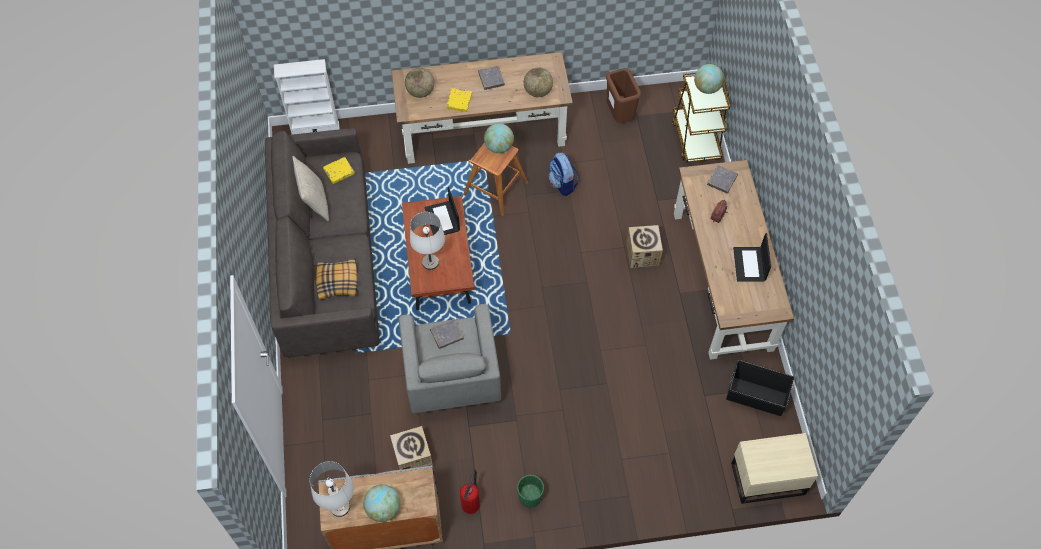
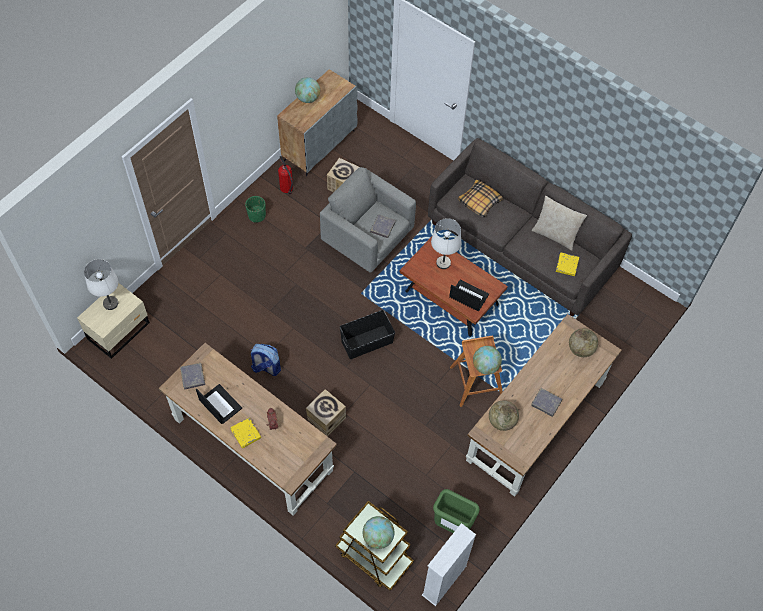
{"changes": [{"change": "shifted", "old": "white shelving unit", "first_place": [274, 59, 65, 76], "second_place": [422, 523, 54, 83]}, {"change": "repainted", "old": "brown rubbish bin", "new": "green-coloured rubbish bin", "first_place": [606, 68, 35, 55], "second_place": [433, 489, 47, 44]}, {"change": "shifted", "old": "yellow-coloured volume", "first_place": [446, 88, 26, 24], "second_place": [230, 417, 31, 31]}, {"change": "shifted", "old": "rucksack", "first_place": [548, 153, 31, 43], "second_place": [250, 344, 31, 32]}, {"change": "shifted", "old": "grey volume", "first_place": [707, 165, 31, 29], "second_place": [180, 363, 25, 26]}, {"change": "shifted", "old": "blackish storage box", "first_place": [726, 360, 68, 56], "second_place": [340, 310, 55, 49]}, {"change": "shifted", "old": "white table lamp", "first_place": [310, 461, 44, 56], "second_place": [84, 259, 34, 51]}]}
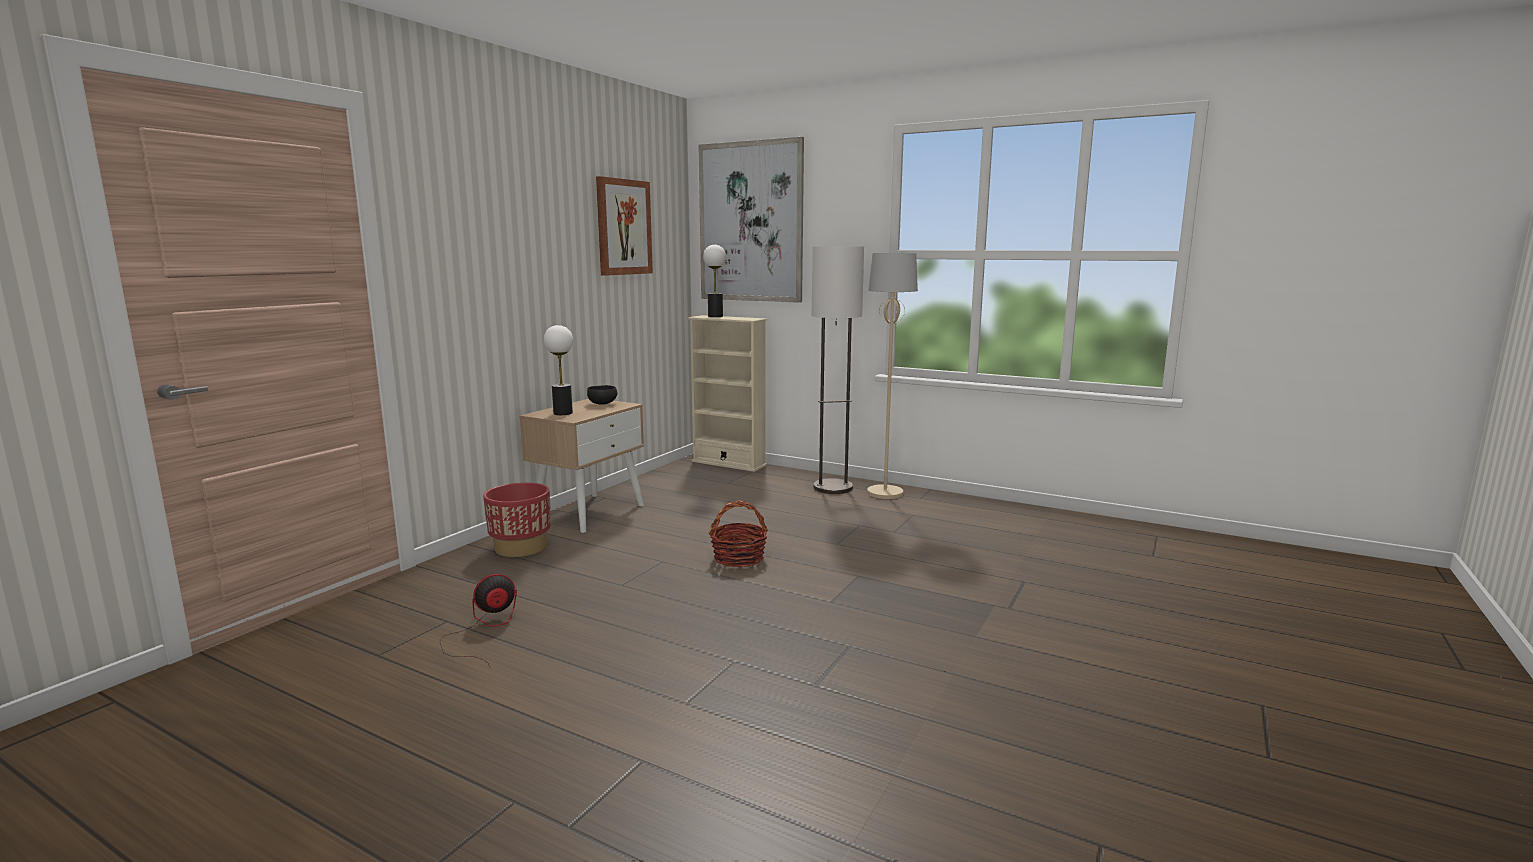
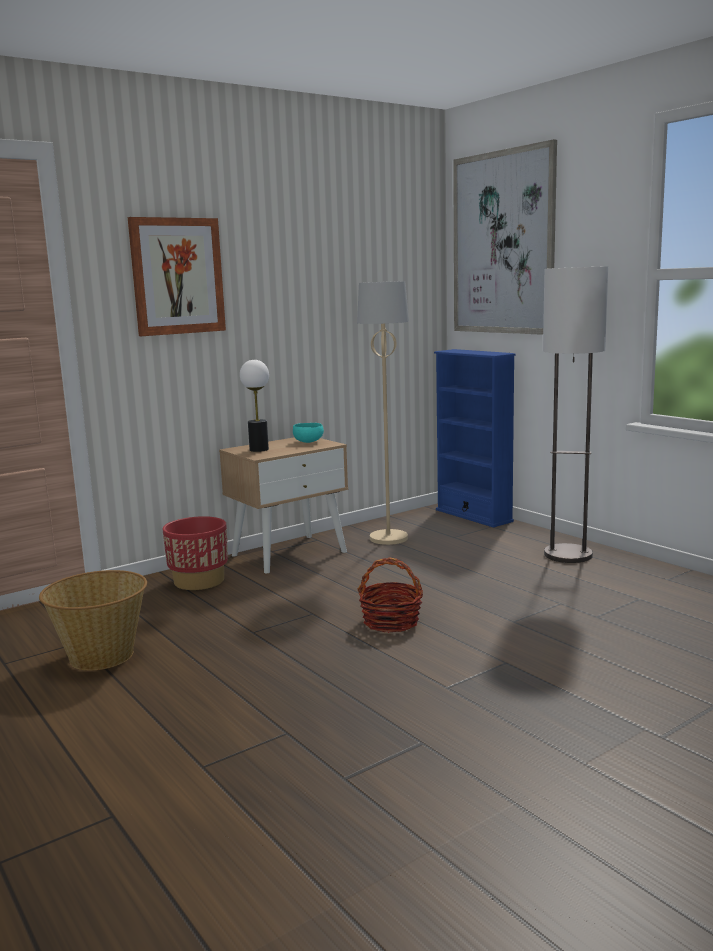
{"changes": [{"change": "shifted", "old": "picture", "first_place": [596, 176, 57, 100], "second_place": [128, 217, 98, 119]}, {"change": "gone", "old": "table lamp", "first_place": [703, 245, 23, 72]}, {"change": "shifted", "old": "sand-coloured floor lamp", "first_place": [867, 253, 51, 246], "second_place": [357, 281, 52, 264]}, {"change": "repainted", "old": "sand-coloured shelving unit", "new": "blue-coloured shelving unit", "first_place": [688, 315, 79, 157], "second_place": [434, 349, 82, 178]}, {"change": "repainted", "old": "blackish bowl", "new": "turquoise bowl", "first_place": [587, 385, 30, 20], "second_place": [293, 423, 31, 20]}, {"change": "swapped", "old": "cooling fan", "new": "household basket", "first_place": [440, 574, 77, 95], "second_place": [39, 570, 108, 101]}]}
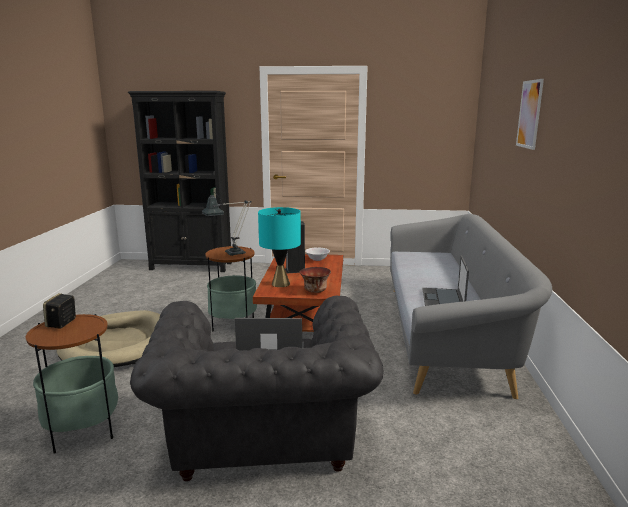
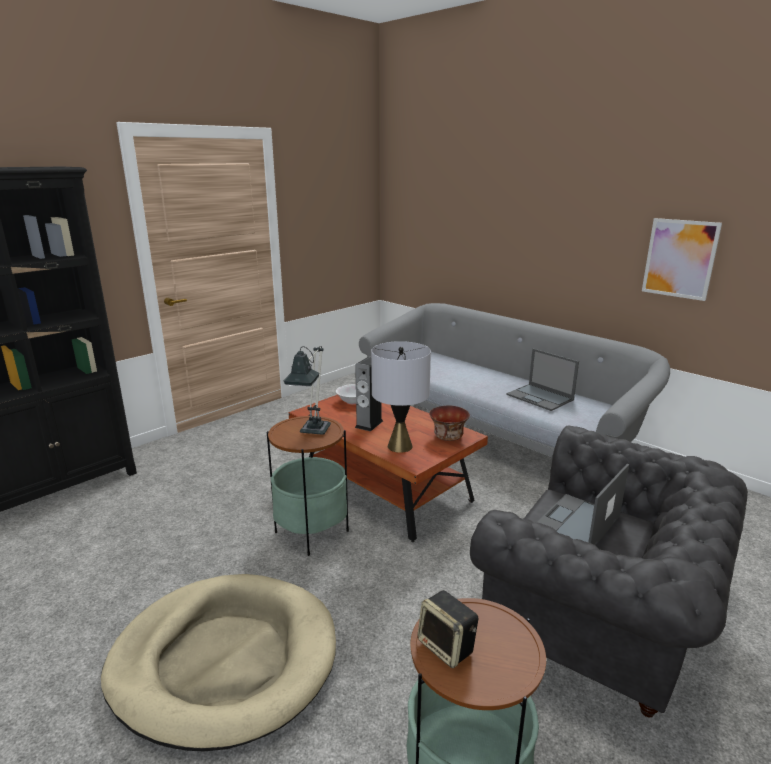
{"changes": [{"change": "shifted", "old": "picture", "first_place": [516, 79, 28, 71], "second_place": [642, 218, 80, 83]}, {"change": "repainted", "old": "turquoise table lamp", "new": "grey table lamp", "first_place": [258, 207, 43, 80], "second_place": [371, 341, 60, 112]}]}
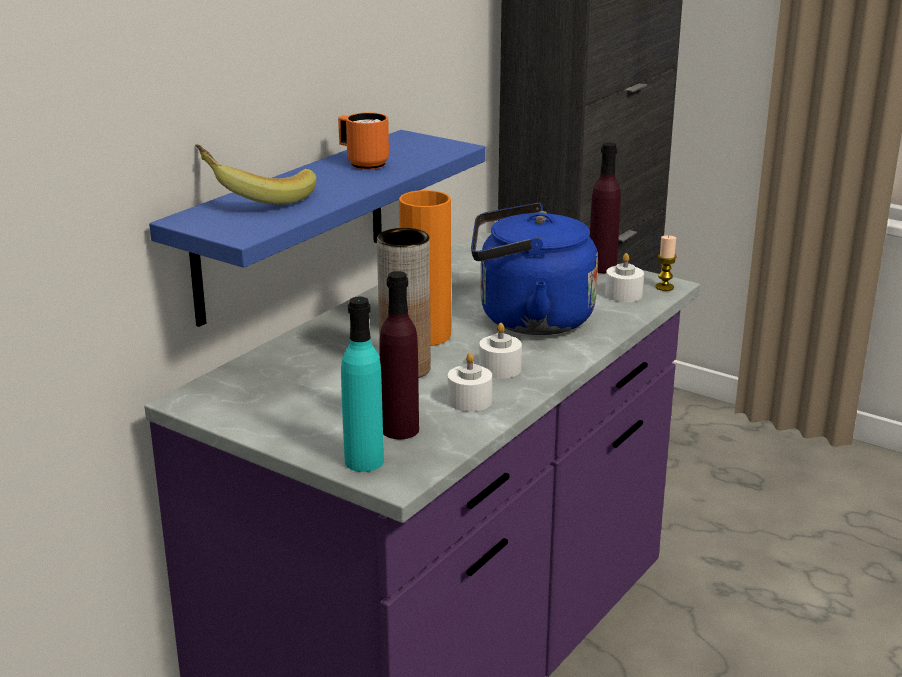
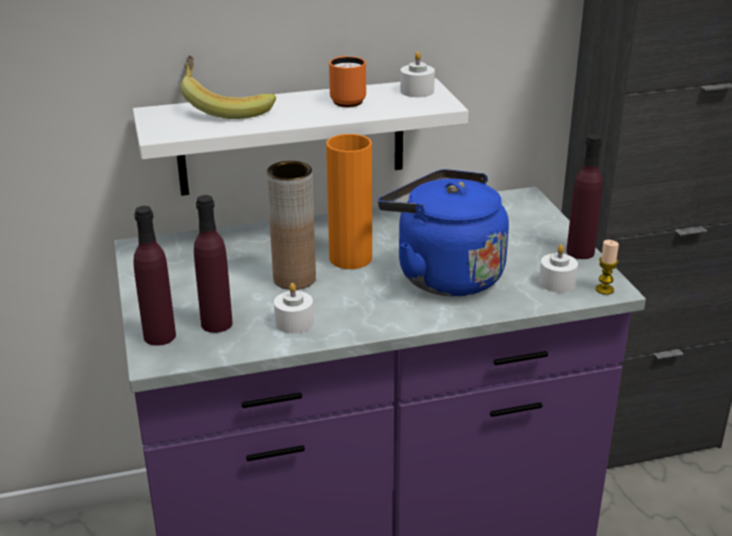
{"changes": [{"change": "repainted", "old": "blue-coloured shelf", "new": "white shelf", "first_place": [149, 130, 337, 197], "second_place": [133, 78, 335, 118]}, {"change": "repainted", "old": "turquoise beverage bottle", "new": "purple beverage bottle", "first_place": [341, 296, 43, 176], "second_place": [133, 206, 43, 140]}, {"change": "shifted", "old": "white candle", "first_place": [479, 323, 43, 56], "second_place": [400, 52, 35, 45]}]}
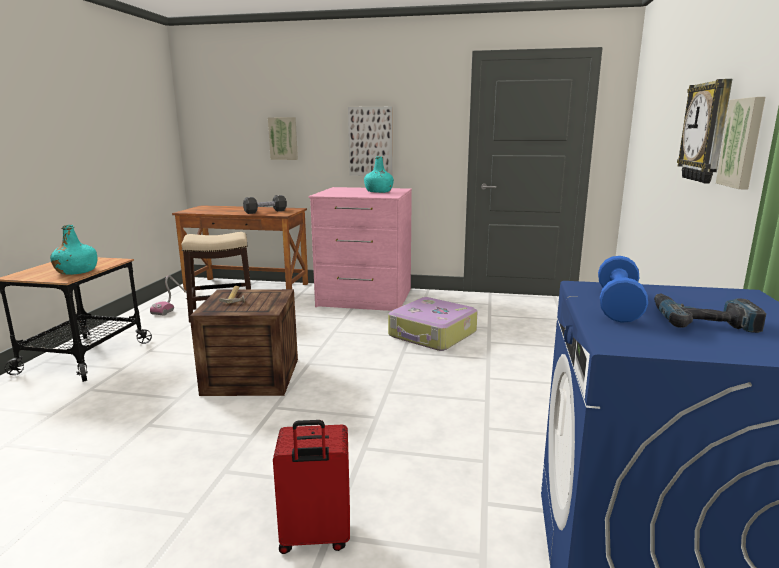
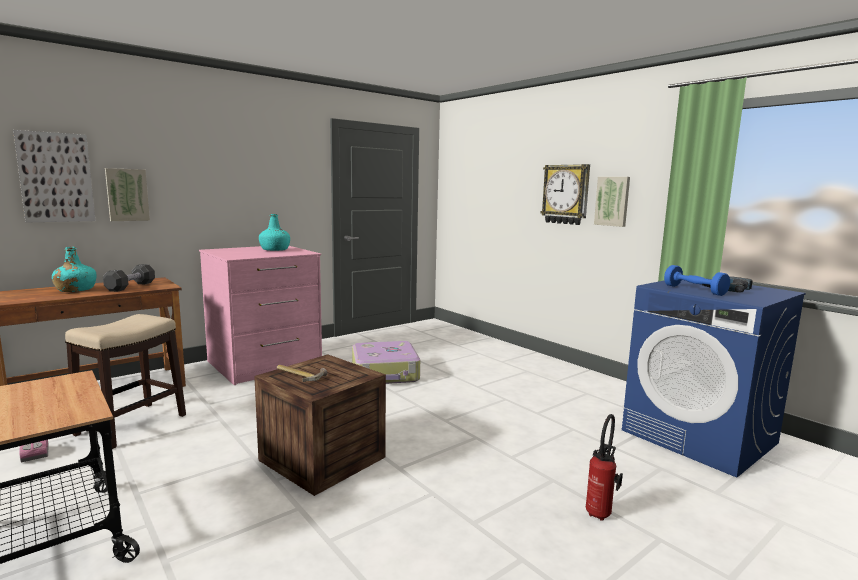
{"changes": [{"change": "shifted", "old": "picture", "first_place": [348, 107, 45, 69], "second_place": [13, 130, 82, 93]}, {"change": "shifted", "old": "turquoise beverage bottle", "first_place": [50, 225, 47, 50], "second_place": [51, 247, 45, 45]}, {"change": "swapped", "old": "reddish piece of luggage", "new": "fire extinguisher", "first_place": [273, 420, 77, 134], "second_place": [586, 414, 37, 107]}]}
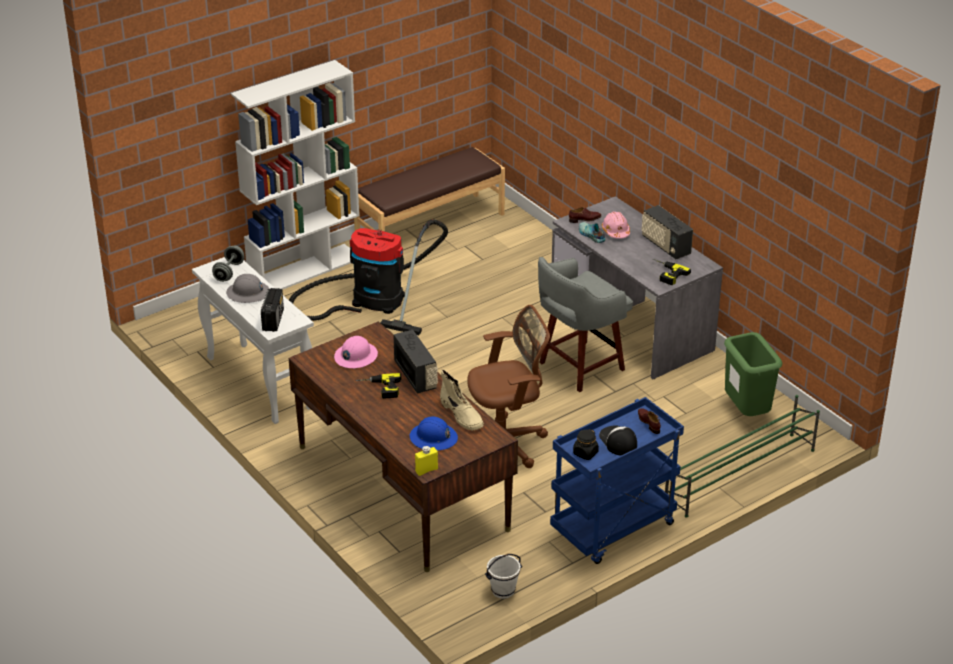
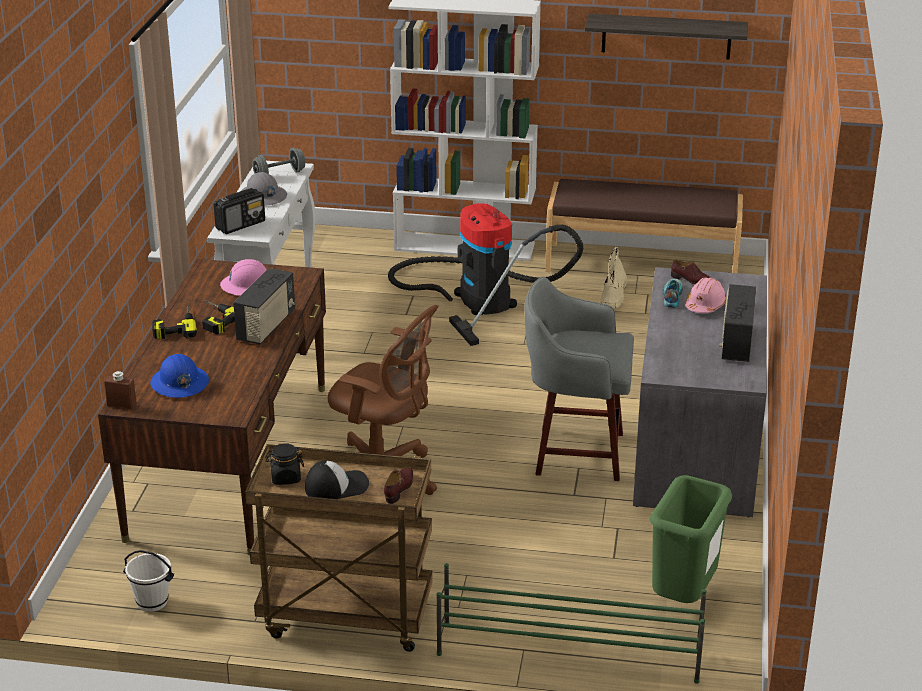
{"changes": [{"change": "shifted", "old": "electric drill", "first_place": [653, 259, 38, 26], "second_place": [152, 306, 45, 34]}, {"change": "shifted", "old": "sand-coloured boot", "first_place": [440, 369, 44, 62], "second_place": [600, 247, 27, 62]}, {"change": "repainted", "old": "blue-coloured trolley", "new": "brown trolley", "first_place": [550, 397, 134, 167], "second_place": [245, 444, 188, 208]}, {"change": "rotated", "old": "baseball cap", "first_place": [599, 425, 38, 30], "second_place": [305, 461, 64, 38], "degrees": 45}, {"change": "repainted", "old": "yellow-coloured beverage bottle", "new": "brown beverage bottle", "first_place": [415, 446, 23, 30], "second_place": [104, 371, 33, 39]}, {"change": "new", "new": "shelf", "second_place": [585, 14, 163, 46]}]}
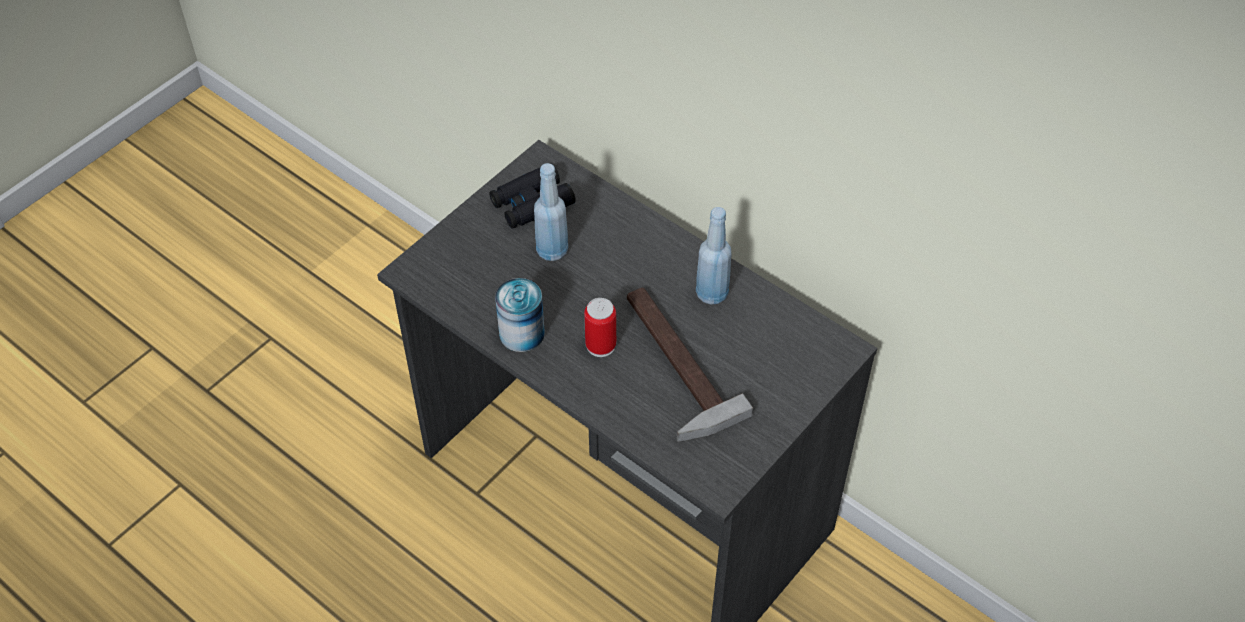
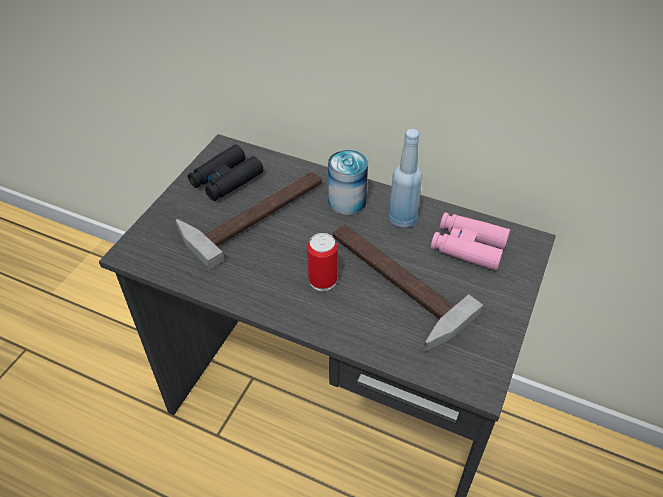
{"changes": [{"change": "swapped", "old": "blue-coloured beverage bottle", "new": "hammer", "first_place": [534, 163, 34, 98], "second_place": [175, 172, 147, 98]}, {"change": "shifted", "old": "can", "first_place": [495, 278, 50, 74], "second_place": [328, 150, 40, 65]}, {"change": "new", "new": "pink pair of binoculars", "second_place": [431, 212, 79, 58]}]}
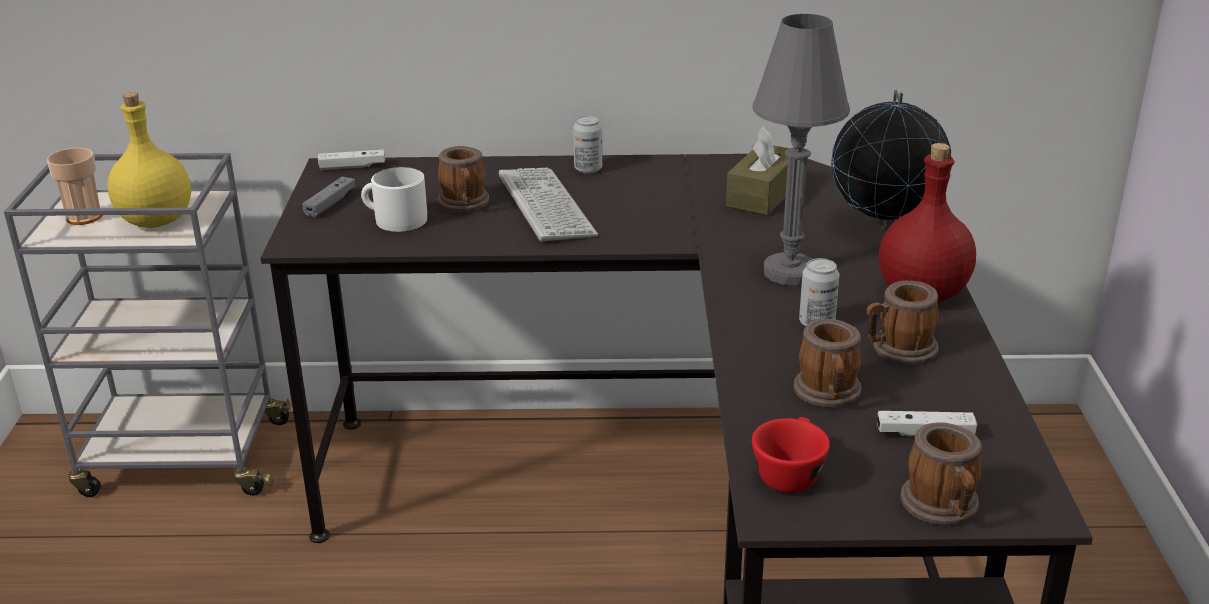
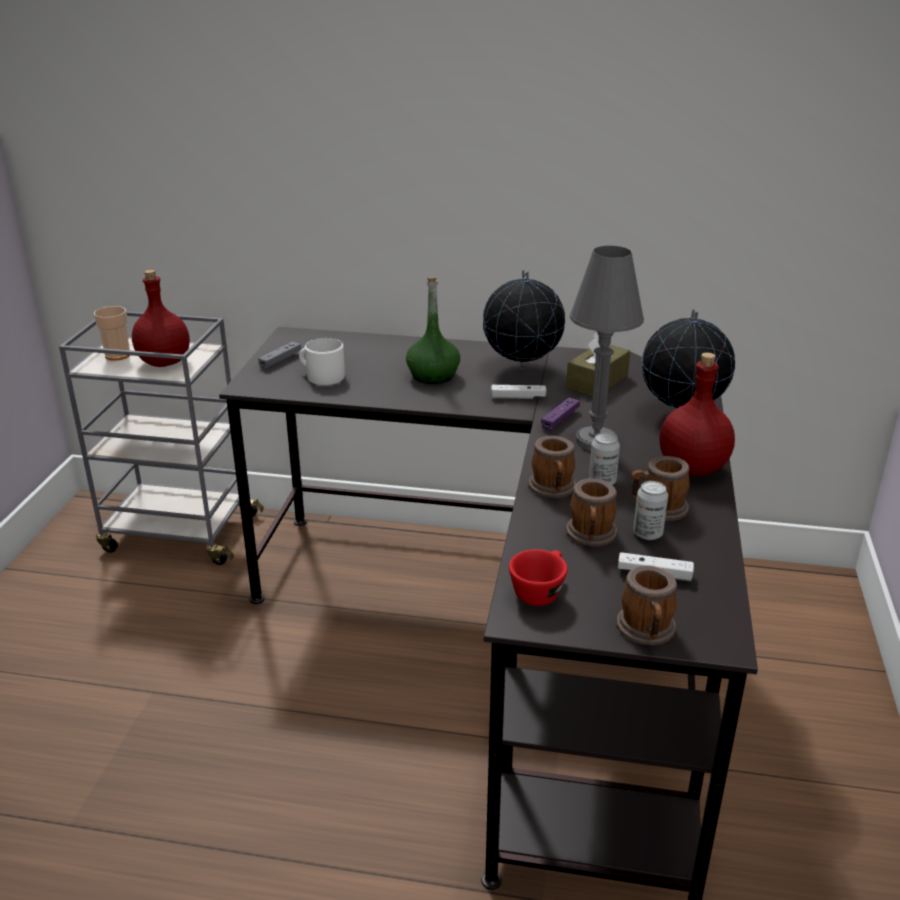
{"changes": [{"change": "repainted", "old": "yellow-coloured beverage bottle", "new": "reddish beverage bottle", "first_place": [107, 92, 84, 136], "second_place": [132, 270, 58, 97]}, {"change": "shifted", "old": "can", "first_place": [573, 116, 30, 58], "second_place": [633, 481, 35, 59]}, {"change": "shifted", "old": "tea mug", "first_place": [438, 146, 51, 66], "second_place": [528, 436, 48, 62]}, {"change": "shifted", "old": "white gamepad", "first_place": [318, 150, 67, 20], "second_place": [492, 385, 54, 14]}, {"change": "swapped", "old": "keyboard", "new": "green-coloured beverage bottle", "first_place": [499, 168, 99, 73], "second_place": [406, 277, 54, 107]}, {"change": "new", "new": "world globe", "second_place": [482, 270, 83, 100]}, {"change": "new", "new": "purple gamepad", "second_place": [541, 398, 39, 33]}]}
